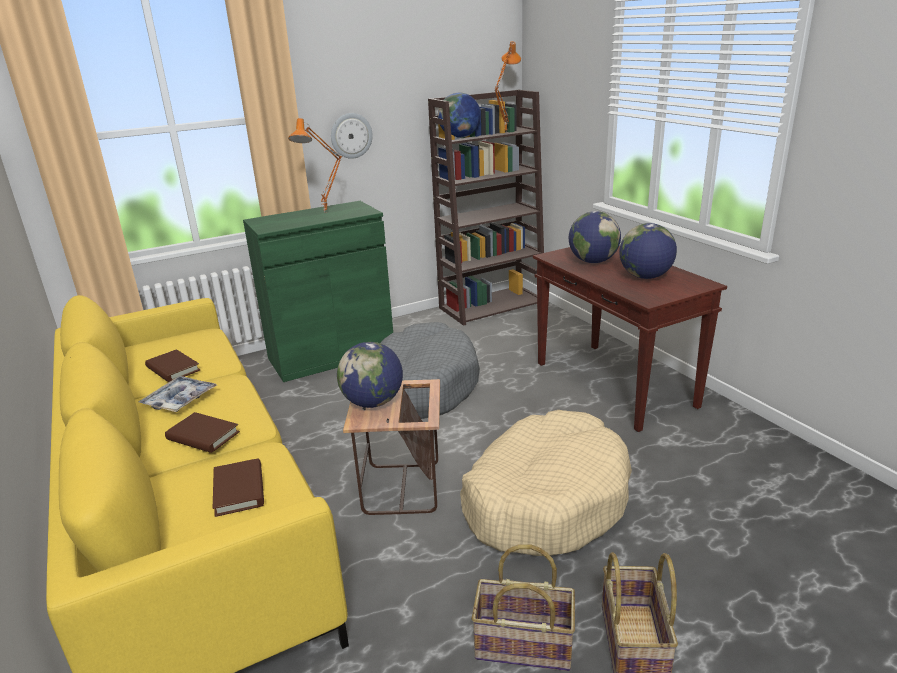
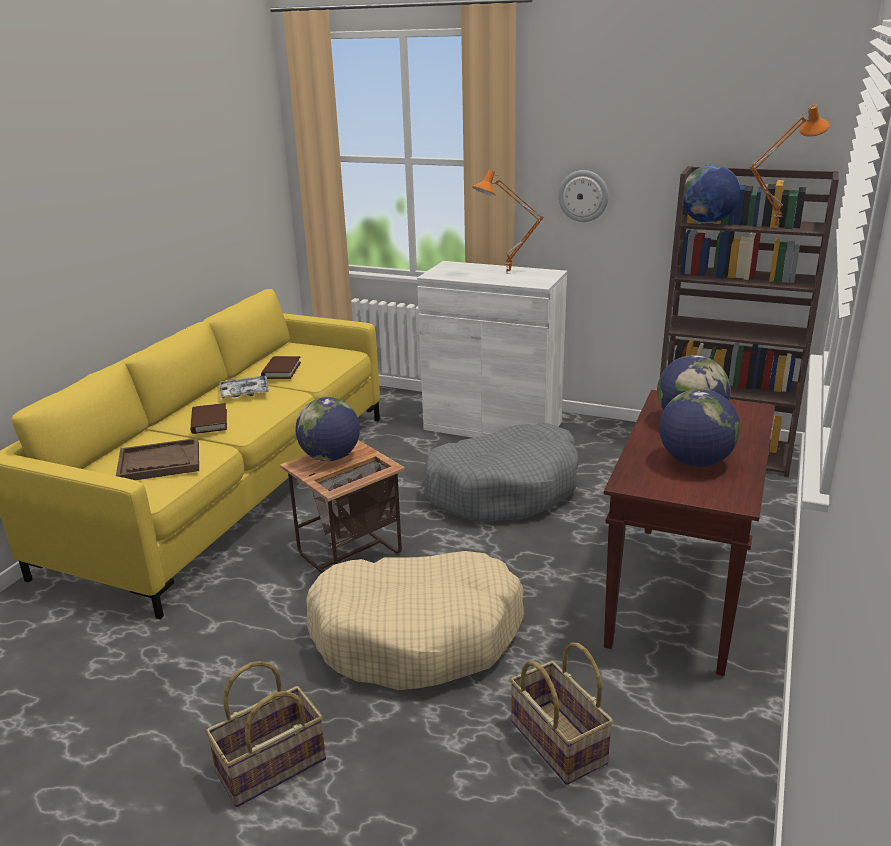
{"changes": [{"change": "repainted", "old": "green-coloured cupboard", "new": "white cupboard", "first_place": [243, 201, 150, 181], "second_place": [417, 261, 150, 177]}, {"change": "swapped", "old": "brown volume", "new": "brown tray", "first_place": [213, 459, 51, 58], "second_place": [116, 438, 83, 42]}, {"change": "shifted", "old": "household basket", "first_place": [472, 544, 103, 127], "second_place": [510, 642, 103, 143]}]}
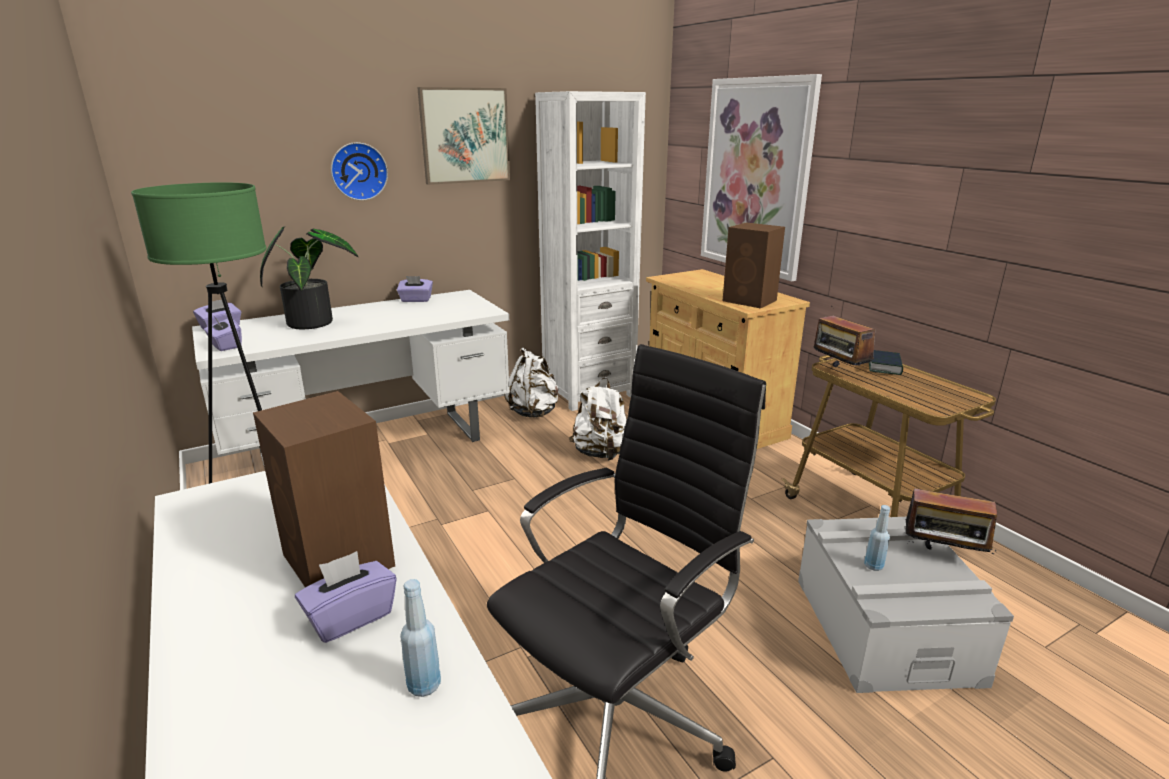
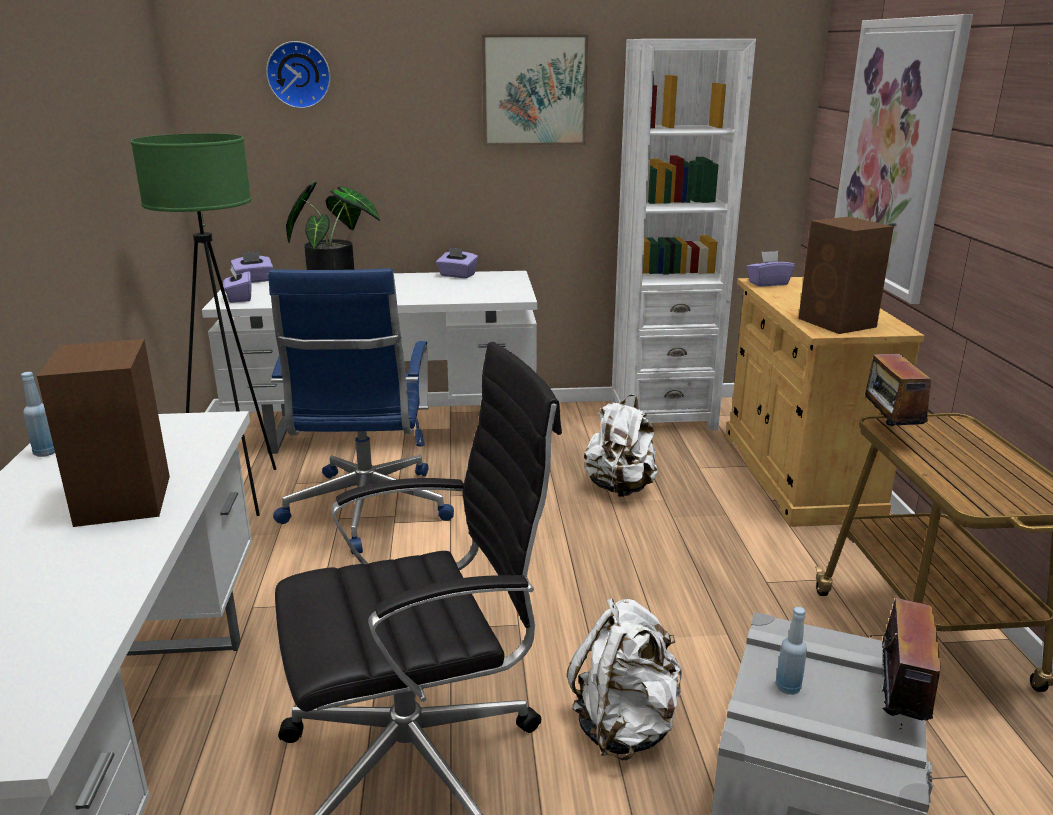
{"changes": [{"change": "shifted", "old": "clock on the wall", "first_place": [331, 142, 57, 59], "second_place": [266, 41, 65, 68]}, {"change": "shifted", "old": "white rucksack", "first_place": [504, 348, 55, 69], "second_place": [567, 598, 115, 162]}, {"change": "gone", "old": "volume", "first_place": [869, 350, 34, 25]}, {"change": "rotated", "old": "radio", "first_place": [906, 488, 91, 66], "second_place": [870, 598, 73, 135], "degrees": -120}, {"change": "shifted", "old": "purple box of tissues", "first_place": [295, 551, 102, 92], "second_place": [746, 251, 49, 36]}, {"change": "shifted", "old": "blue-coloured beverage bottle", "first_place": [400, 579, 41, 118], "second_place": [21, 372, 34, 85]}, {"change": "new", "new": "blue-coloured desk chair", "second_place": [268, 269, 186, 286]}]}
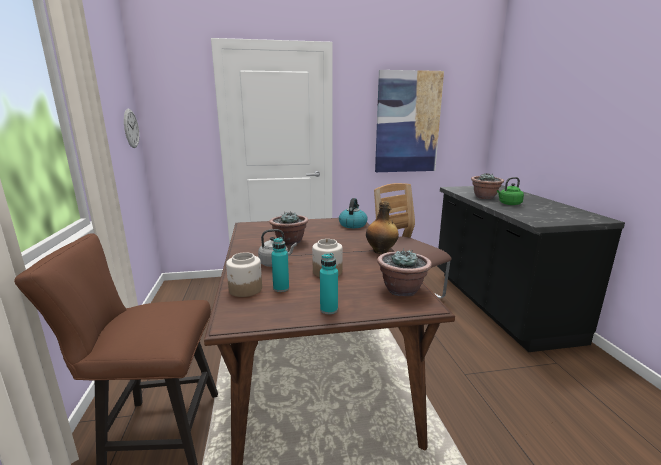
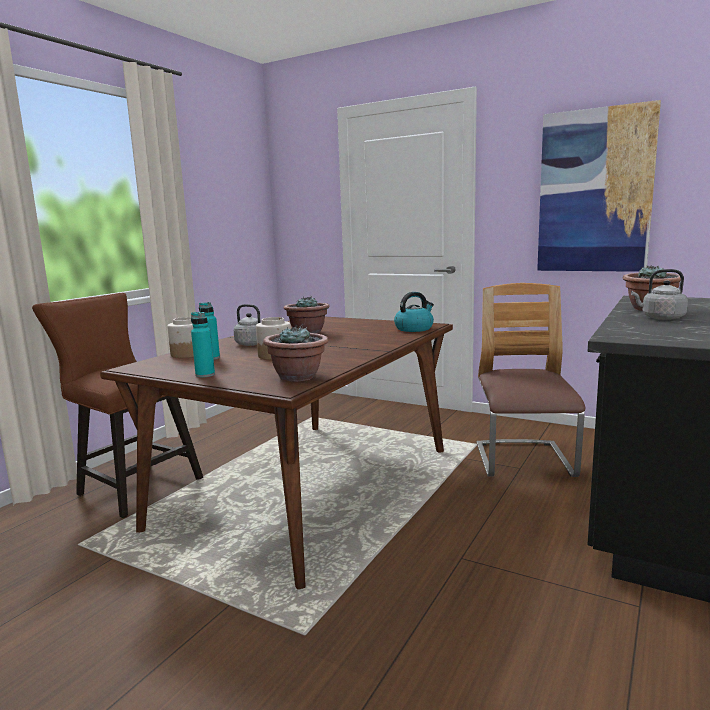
{"changes": [{"change": "gone", "old": "clock on the wall", "first_place": [124, 109, 15, 39]}, {"change": "repainted", "old": "green-coloured water kettle", "new": "grey water kettle", "first_place": [497, 177, 27, 28], "second_place": [631, 269, 57, 51]}, {"change": "gone", "old": "beverage bottle", "first_place": [366, 201, 33, 53]}]}
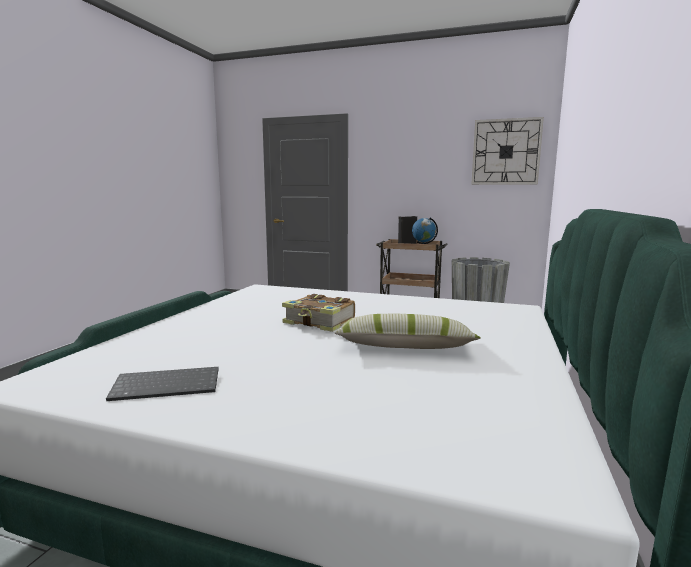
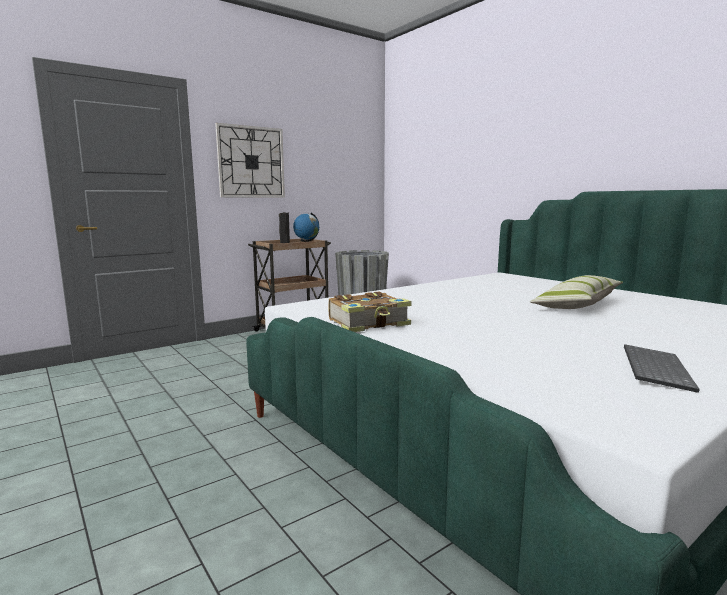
{"changes": [{"change": "shifted", "old": "clock on the wall", "first_place": [471, 117, 73, 68], "second_place": [215, 123, 70, 74]}, {"change": "shifted", "old": "volume", "first_place": [282, 294, 73, 38], "second_place": [328, 292, 84, 40]}]}
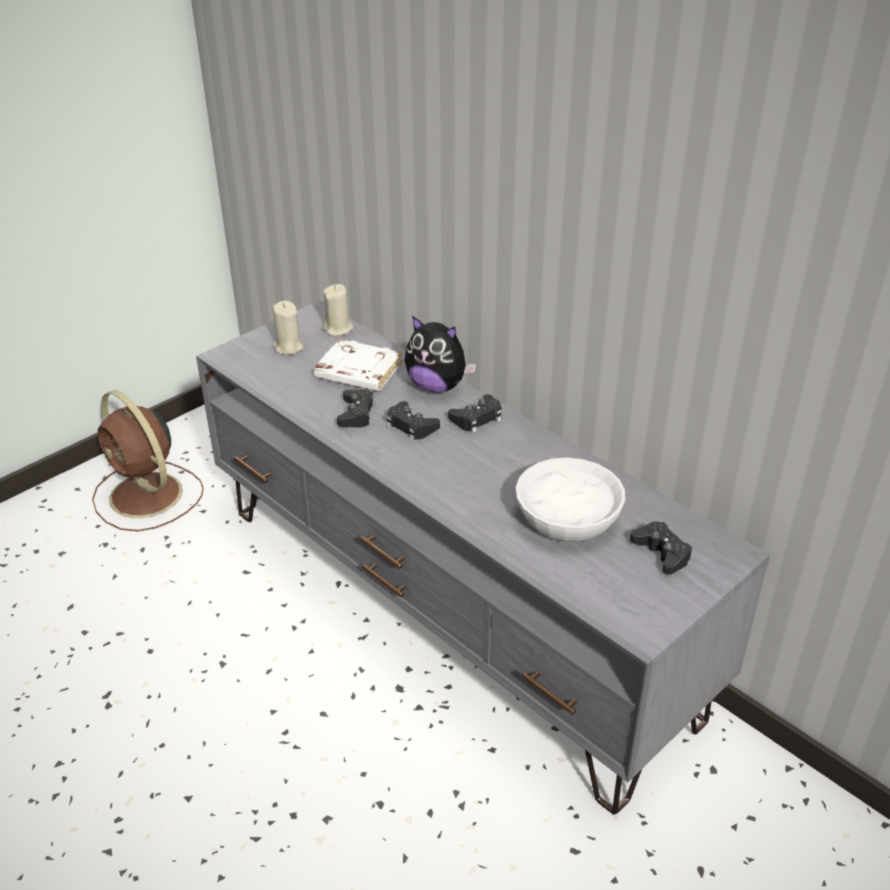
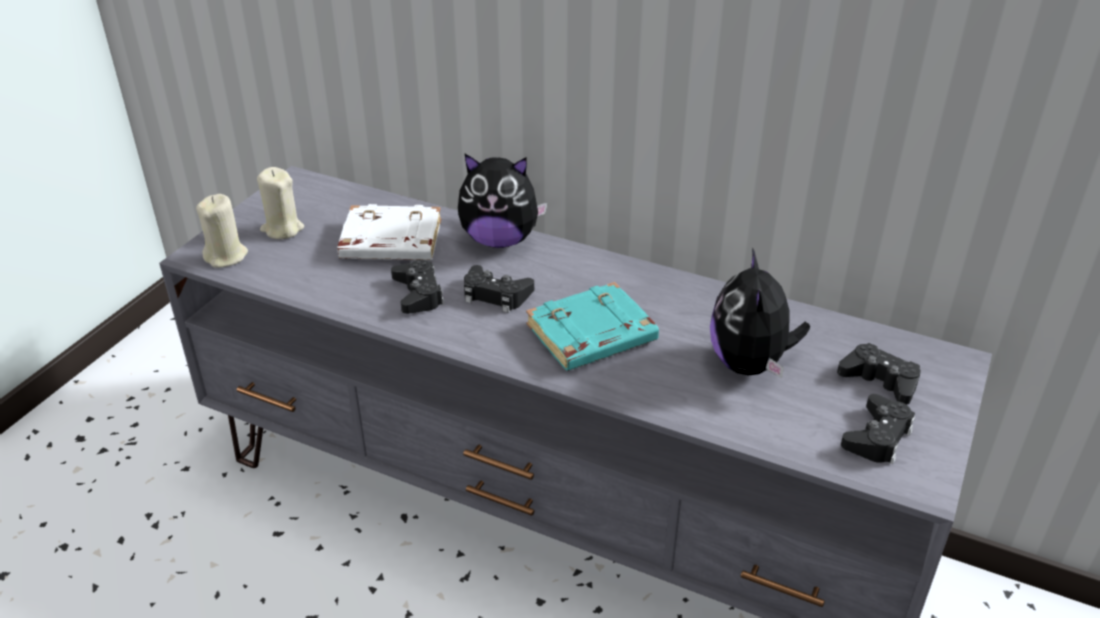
{"changes": [{"change": "shifted", "old": "sand-coloured candle", "first_place": [323, 284, 31, 52], "second_place": [196, 194, 52, 74]}, {"change": "gone", "old": "brown cooling fan", "first_place": [92, 390, 112, 142]}, {"change": "shifted", "old": "blackish gamepad", "first_place": [448, 394, 54, 39], "second_place": [841, 394, 74, 70]}, {"change": "swapped", "old": "white bowl", "new": "plush toy", "first_place": [516, 457, 109, 85], "second_place": [710, 247, 100, 131]}, {"change": "new", "new": "turquoise volume", "second_place": [526, 282, 133, 89]}]}
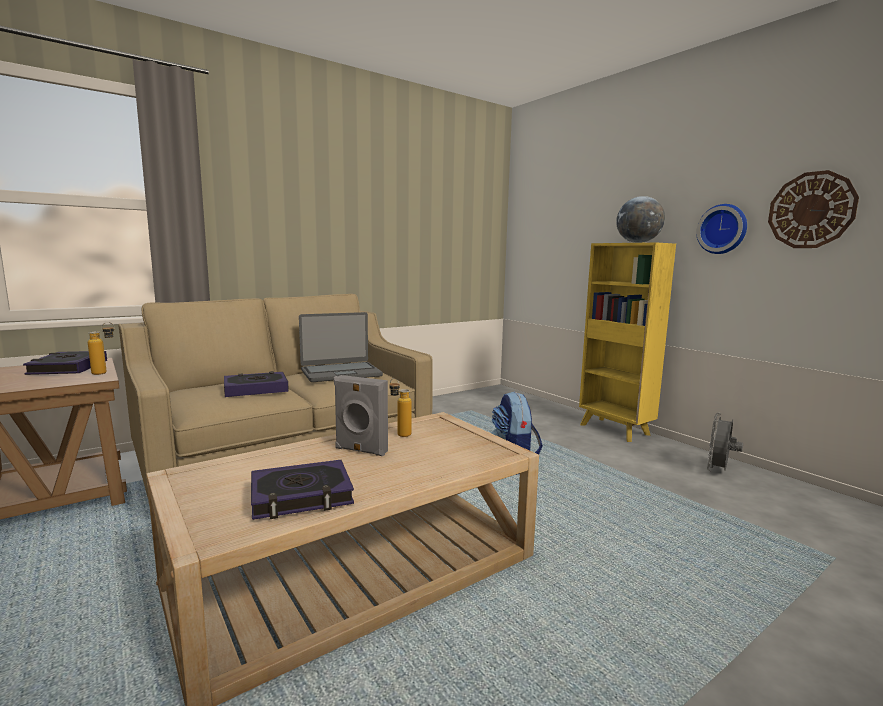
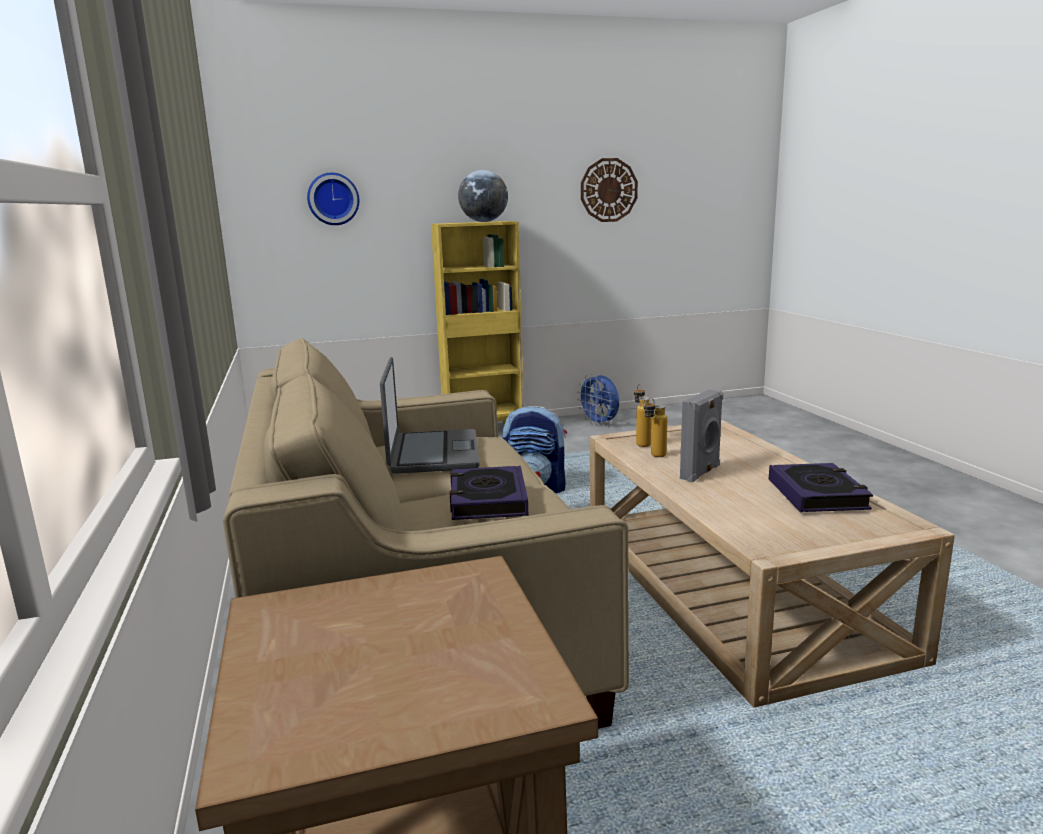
{"changes": [{"change": "shifted", "old": "clock on the wall", "first_place": [696, 204, 51, 50], "second_place": [307, 173, 52, 52]}, {"change": "shifted", "old": "beverage bottle", "first_place": [88, 322, 27, 53], "second_place": [634, 384, 18, 63]}, {"change": "gone", "old": "volume", "first_place": [23, 351, 84, 24]}, {"change": "repainted", "old": "grey cooling fan", "new": "blue-coloured cooling fan", "first_place": [707, 413, 36, 59], "second_place": [577, 374, 42, 52]}]}
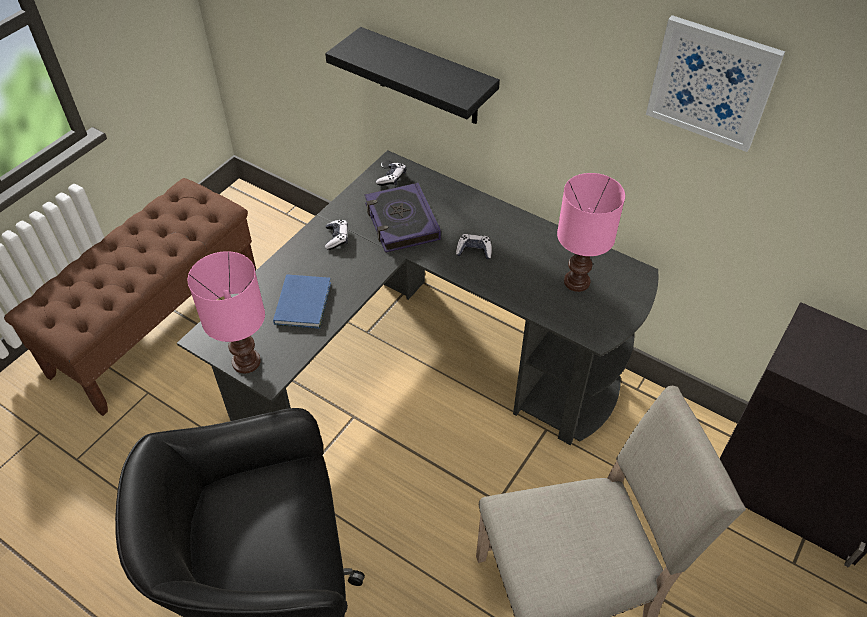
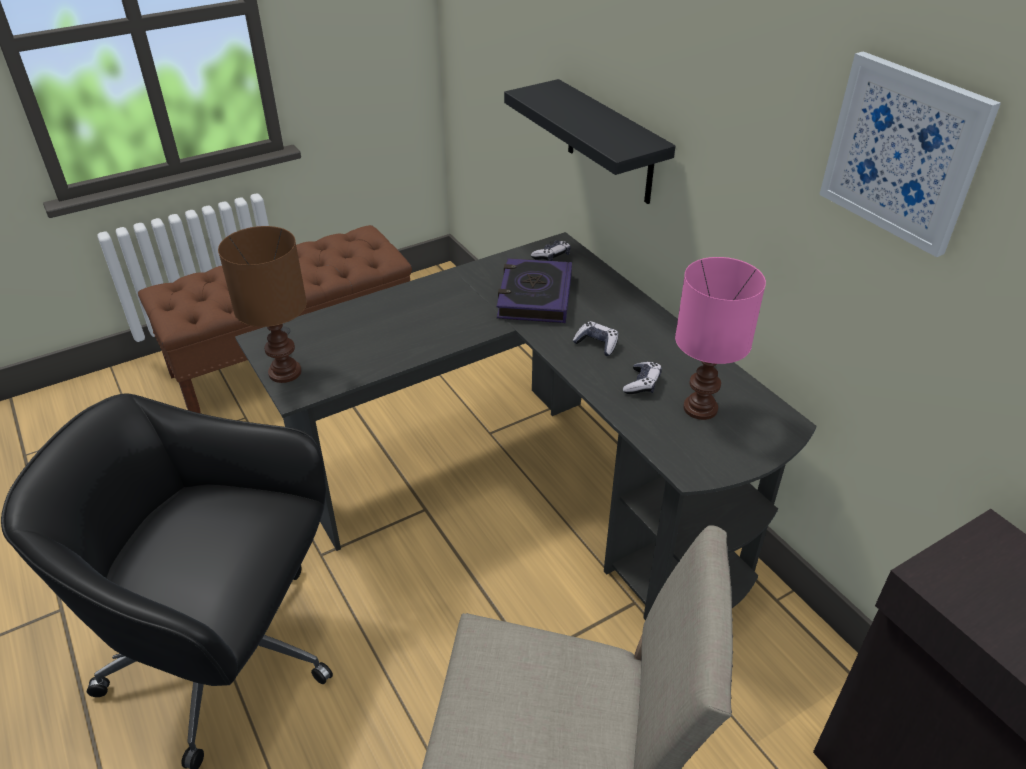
{"changes": [{"change": "shifted", "old": "gamepad", "first_place": [325, 219, 23, 31], "second_place": [623, 362, 39, 32]}, {"change": "repainted", "old": "pink table lamp", "new": "brown table lamp", "first_place": [188, 251, 77, 122], "second_place": [218, 226, 89, 157]}, {"change": "gone", "old": "blue-coloured volume", "first_place": [273, 274, 58, 55]}]}
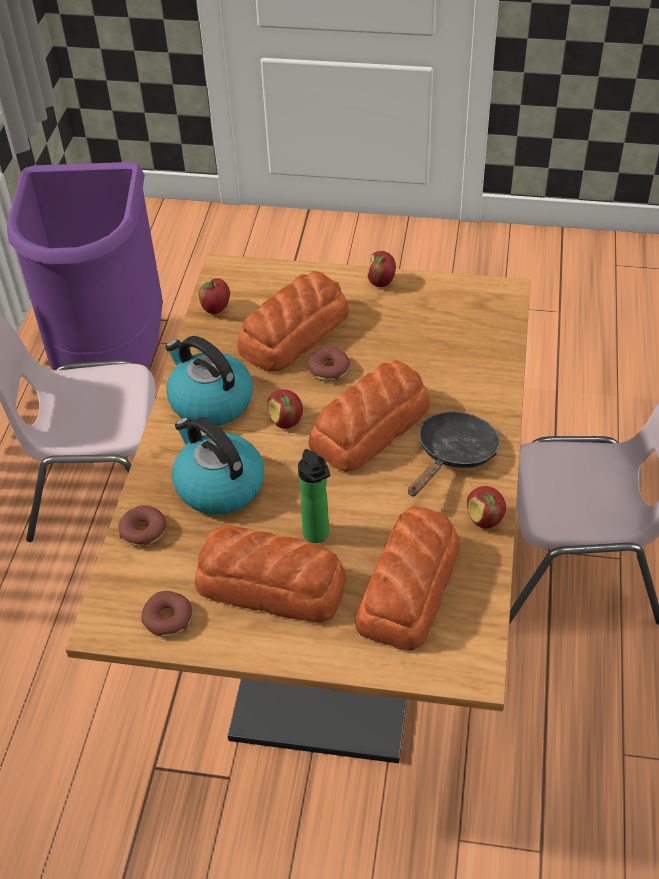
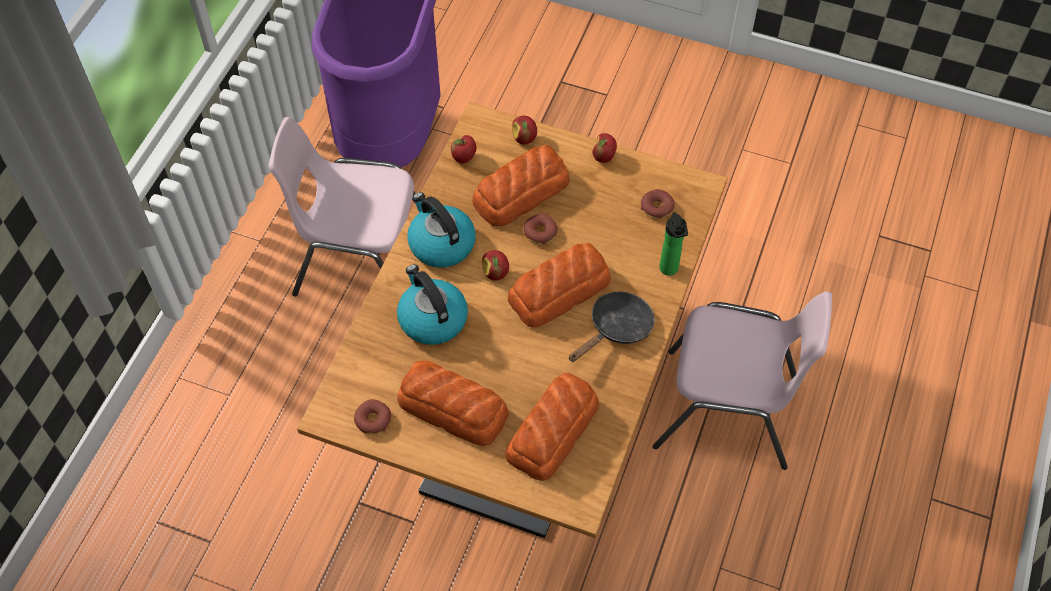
{"changes": [{"change": "shifted", "old": "beverage bottle", "first_place": [298, 449, 32, 94], "second_place": [659, 212, 29, 64]}, {"change": "shifted", "old": "whole apple", "first_place": [467, 486, 39, 42], "second_place": [512, 116, 25, 29]}, {"change": "shifted", "old": "ring doughnut", "first_place": [118, 505, 49, 42], "second_place": [641, 189, 34, 30]}]}
